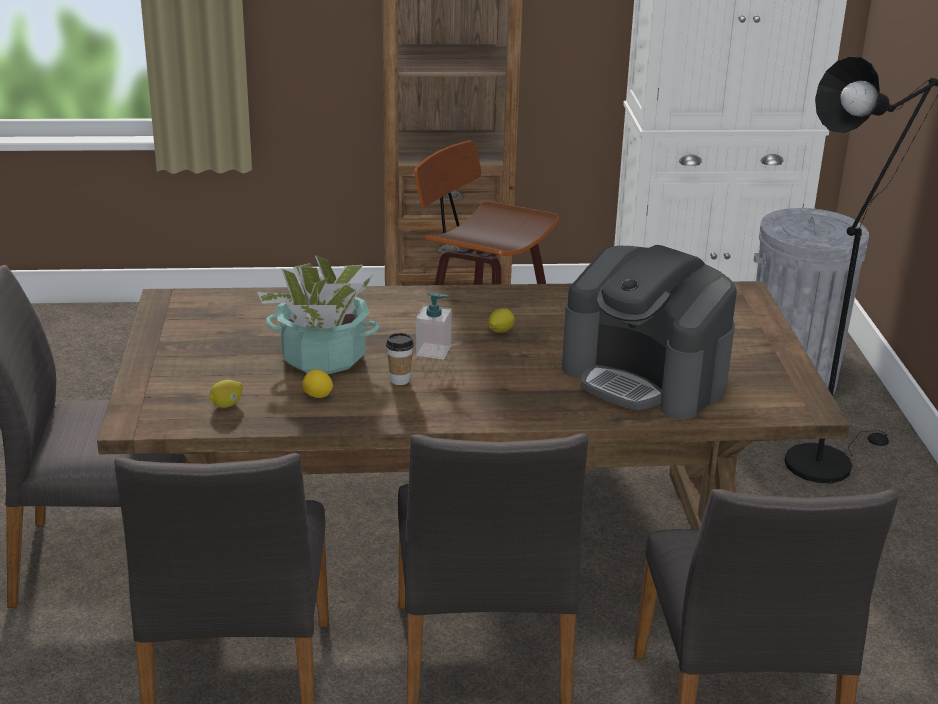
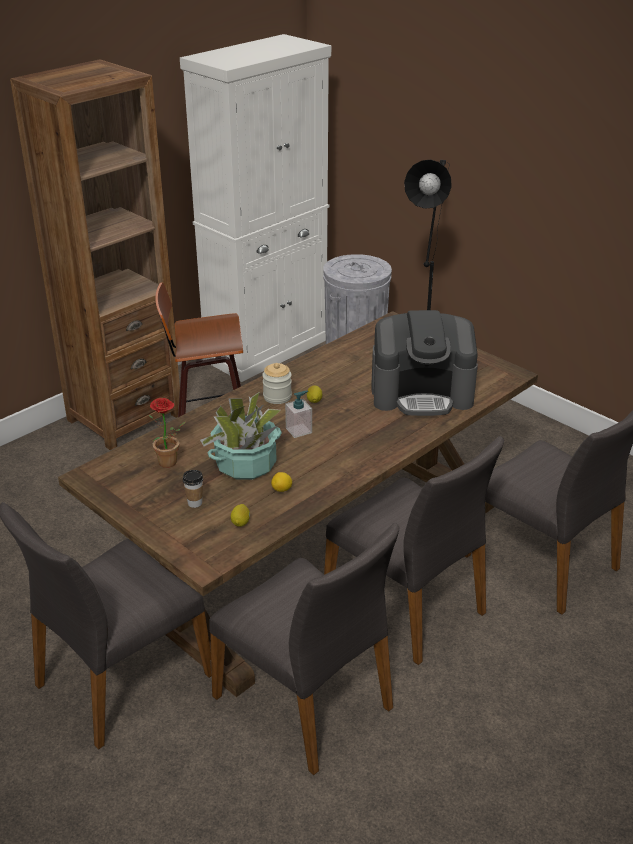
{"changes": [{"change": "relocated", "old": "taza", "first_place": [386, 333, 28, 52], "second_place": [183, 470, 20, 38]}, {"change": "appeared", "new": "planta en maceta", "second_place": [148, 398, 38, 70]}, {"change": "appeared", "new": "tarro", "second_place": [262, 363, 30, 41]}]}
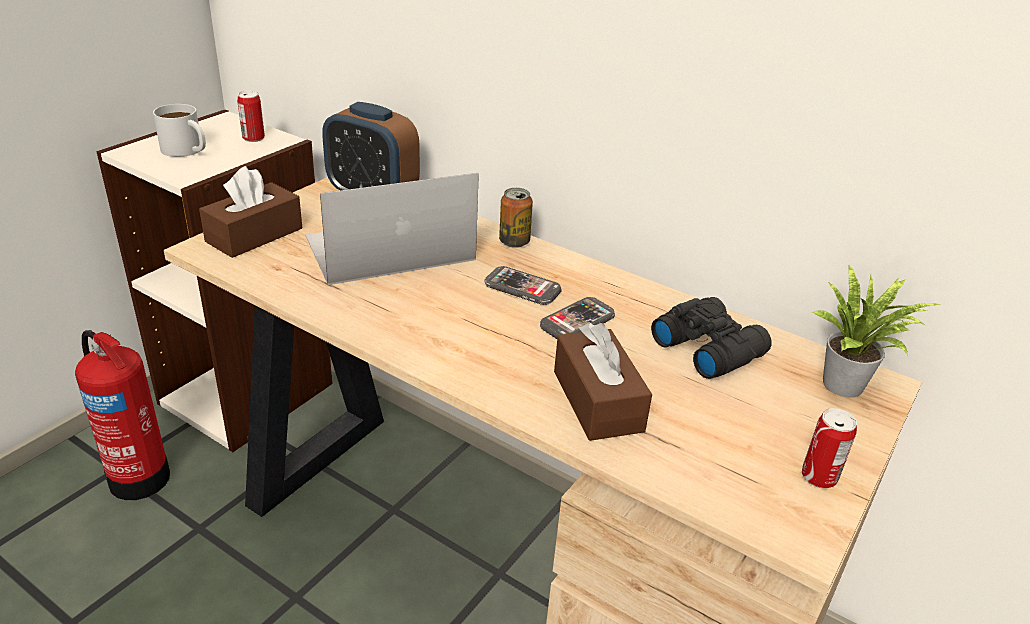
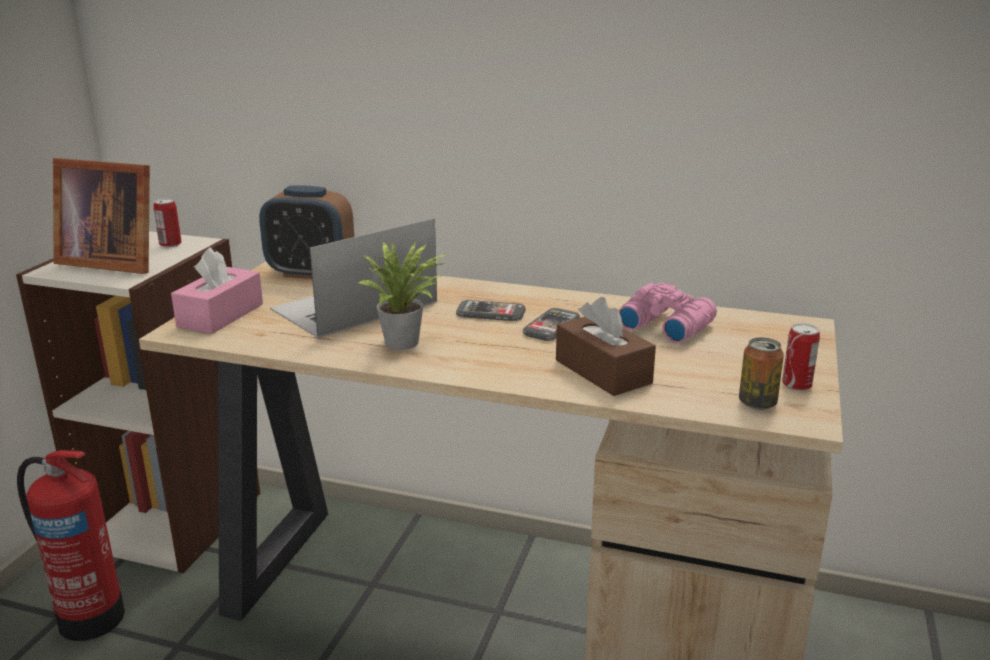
{"changes": [{"change": "exchanged", "old": "taza grande/blanco", "new": "portarretratos", "first_place": [153, 104, 53, 53], "second_place": [53, 158, 97, 116]}, {"change": "colour", "old": "caja de pañuelos/marrón", "new": "caja de pañuelos/rosa", "first_place": [199, 166, 103, 92], "second_place": [171, 247, 92, 87]}, {"change": "relocated", "old": "lata", "first_place": [499, 188, 34, 60], "second_place": [739, 338, 45, 72]}, {"change": "colour", "old": "prismáticos/negro", "new": "prismáticos/rosa", "first_place": [651, 297, 121, 82], "second_place": [619, 283, 98, 60]}, {"change": "relocated", "old": "planta en maceta", "first_place": [812, 265, 130, 133], "second_place": [358, 241, 91, 109]}]}
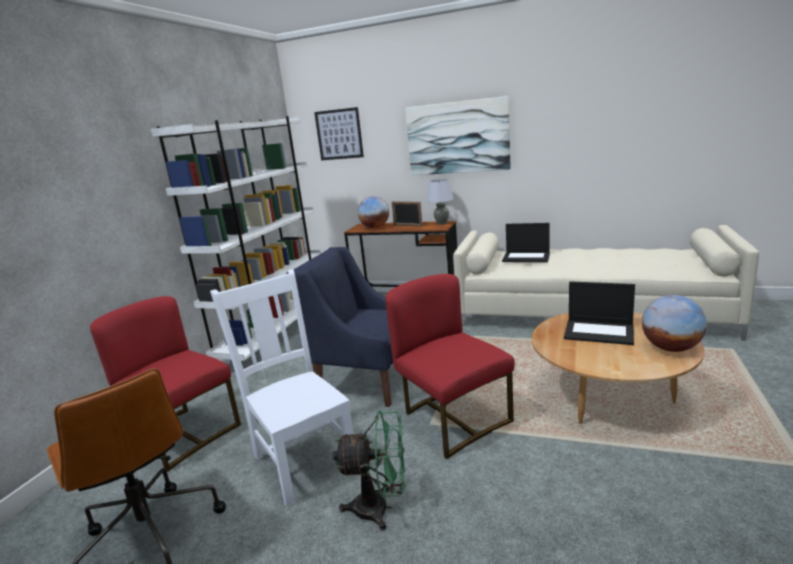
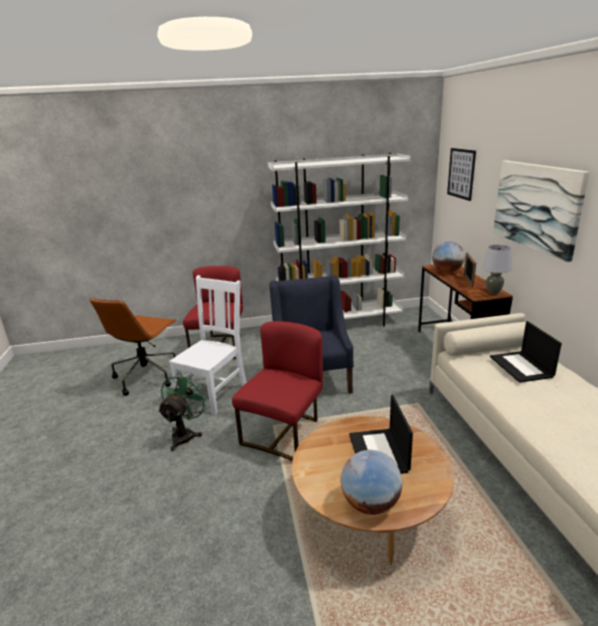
{"changes": [{"change": "spun", "old": "ventilador/verde", "first_place": [332, 410, 73, 121], "second_place": [158, 372, 51, 79], "degrees": -135}]}
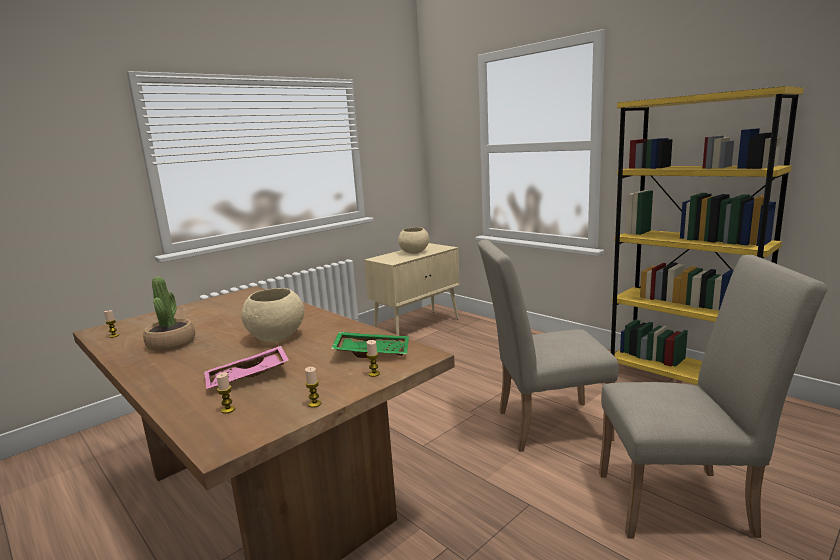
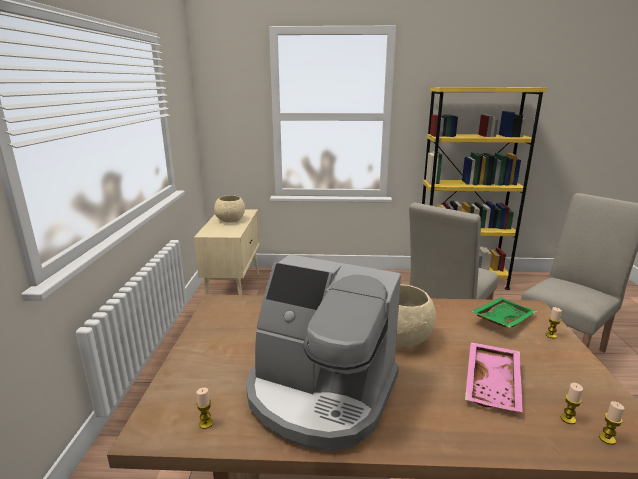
{"changes": [{"change": "exchanged", "old": "planta en maceta", "new": "cafetera", "first_place": [143, 276, 52, 76], "second_place": [246, 254, 155, 197]}, {"change": "relocated", "old": "vela", "first_place": [305, 367, 16, 41], "second_place": [599, 401, 26, 44]}]}
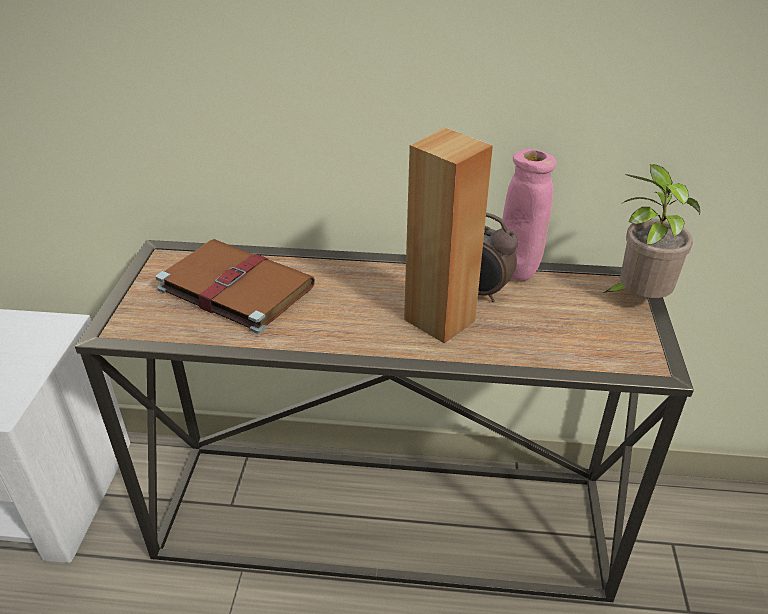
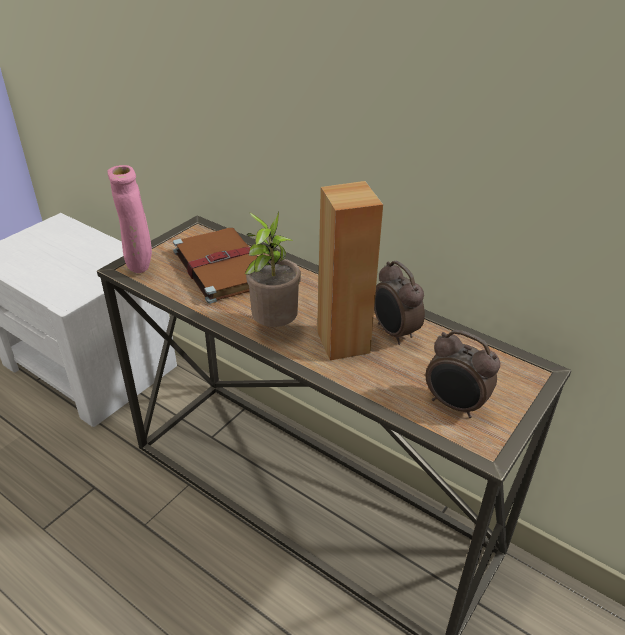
{"changes": [{"change": "relocated", "old": "florero/rosa", "first_place": [501, 149, 55, 132], "second_place": [107, 165, 45, 108]}, {"change": "relocated", "old": "planta en maceta", "first_place": [603, 164, 97, 134], "second_place": [244, 211, 57, 116]}, {"change": "appeared", "new": "despertador", "second_place": [426, 330, 74, 88]}]}
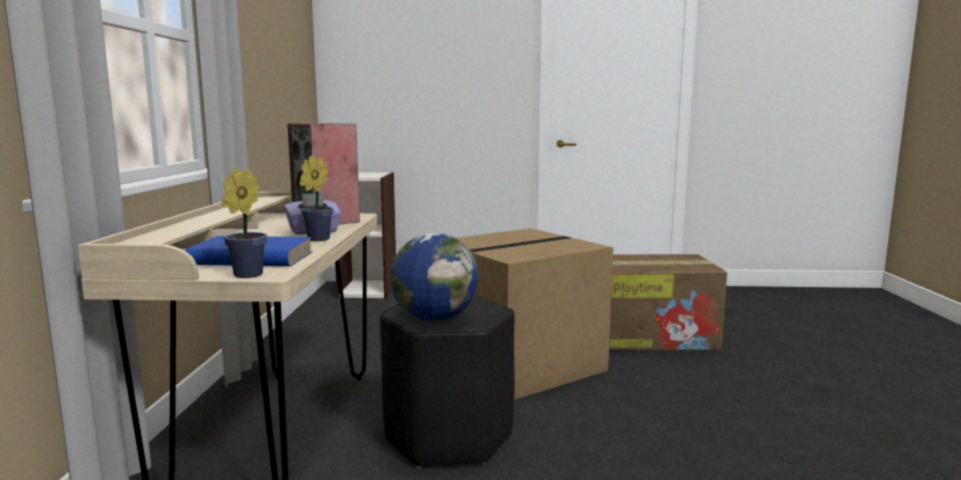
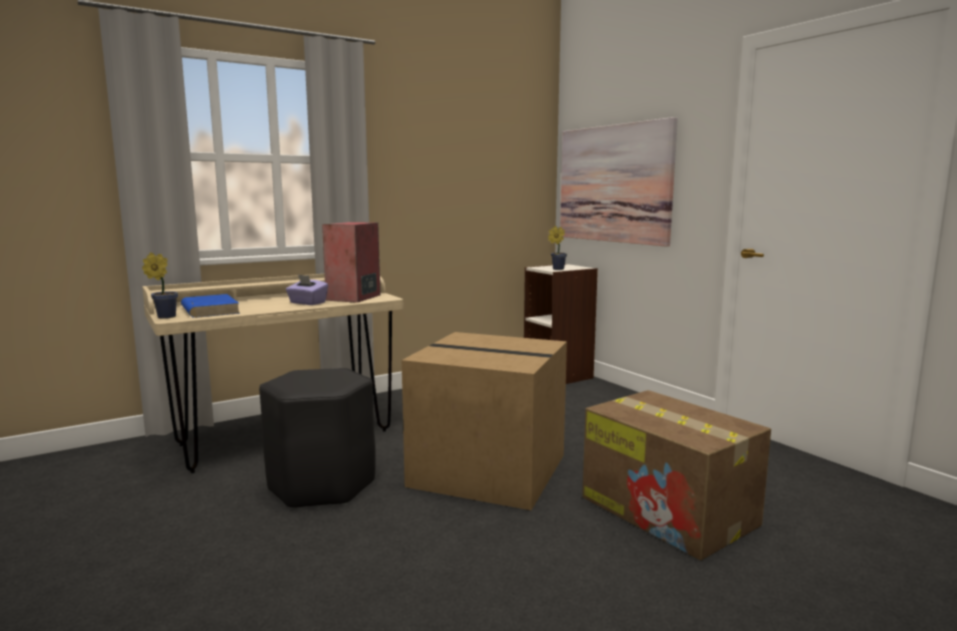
{"changes": [{"change": "relocated", "old": "planta en maceta", "first_place": [300, 156, 33, 85], "second_place": [548, 226, 19, 44]}, {"change": "missing", "old": "globo terráqueo", "first_place": [391, 233, 88, 88]}, {"change": "appeared", "new": "cuadro", "second_place": [560, 117, 118, 130]}]}
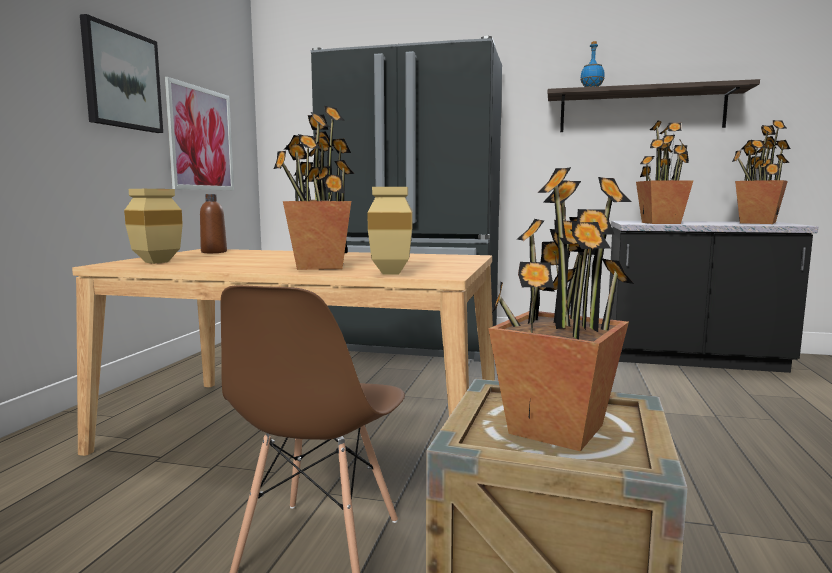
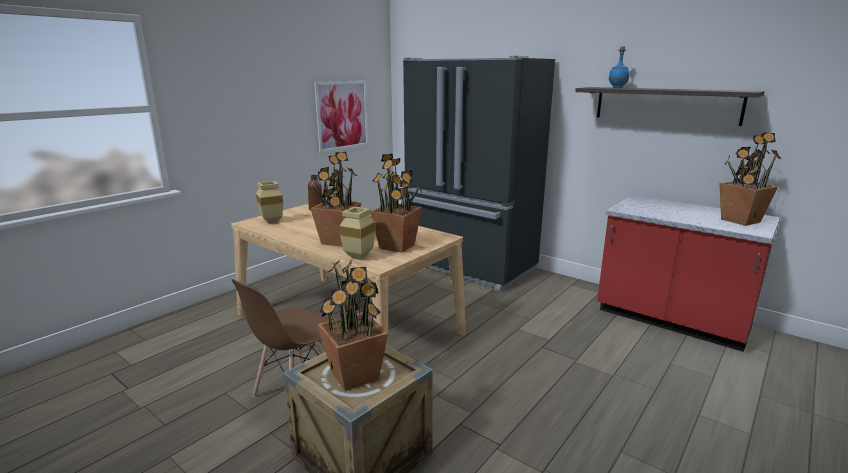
{"changes": [{"change": "missing", "old": "cuadro", "first_place": [80, 14, 83, 119]}, {"change": "colour", "old": "mueble bajo de cocina/negro", "new": "mueble bajo de cocina/rojo", "first_place": [609, 221, 209, 152], "second_place": [597, 195, 183, 157]}, {"change": "relocated", "old": "planta en maceta", "first_place": [636, 121, 58, 103], "second_place": [371, 154, 51, 99]}]}
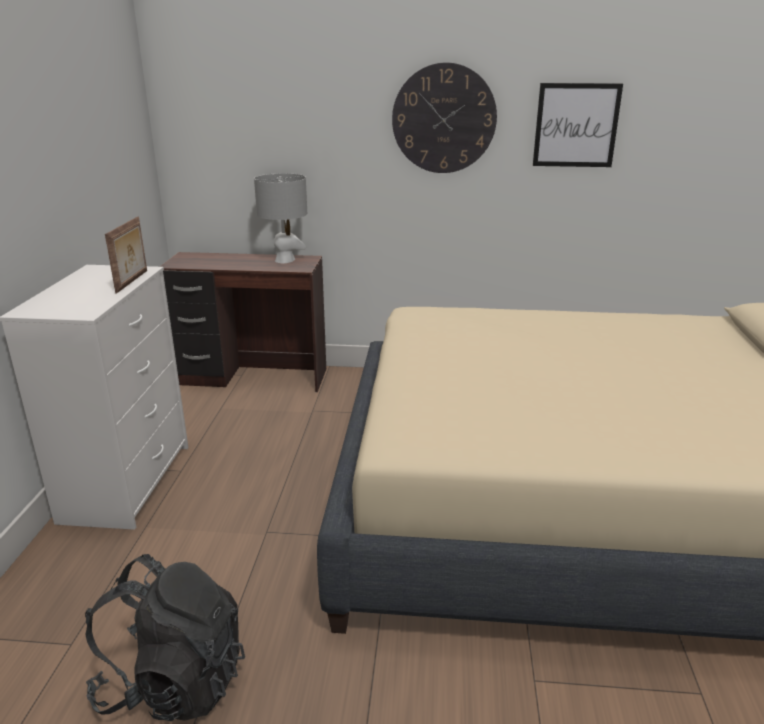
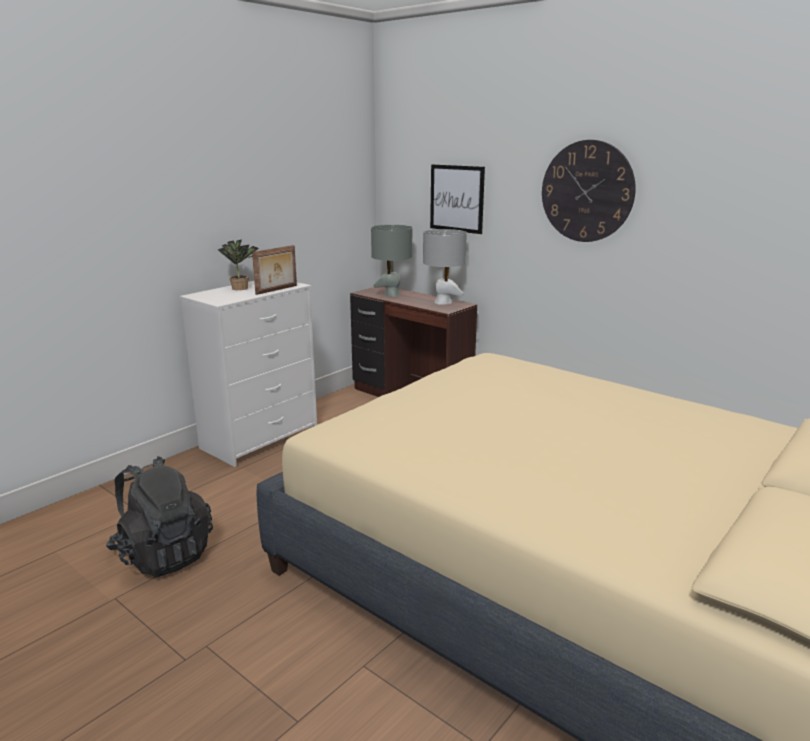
{"changes": [{"change": "relocated", "old": "cuadro", "first_place": [533, 83, 90, 84], "second_place": [430, 164, 55, 70]}, {"change": "appeared", "new": "planta en maceta", "second_place": [218, 239, 41, 51]}, {"change": "appeared", "new": "lámpara de mesa/gris", "second_place": [371, 225, 41, 72]}]}
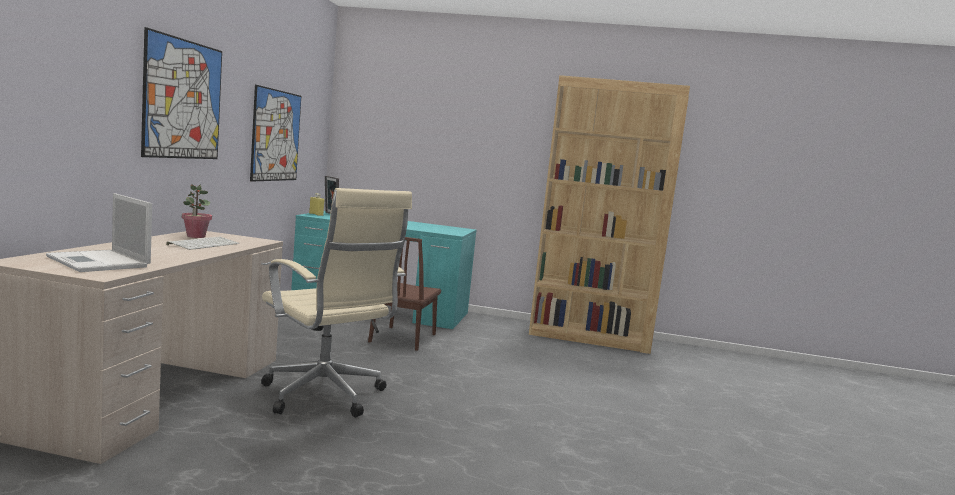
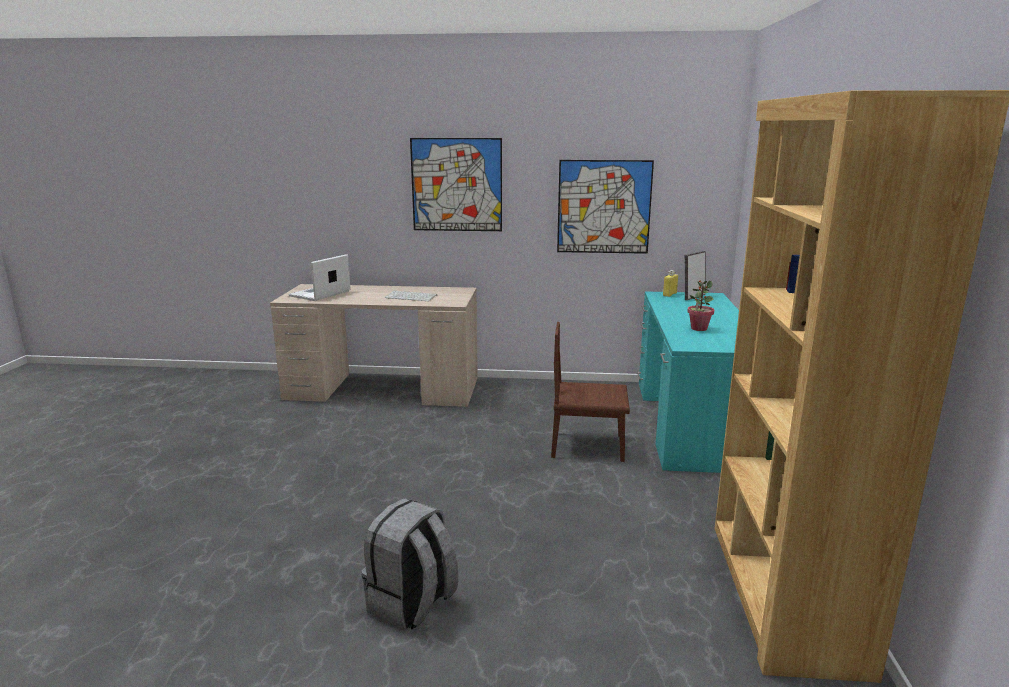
{"changes": [{"change": "relocated", "old": "planta en maceta", "first_place": [182, 184, 30, 54], "second_place": [687, 280, 27, 51]}, {"change": "missing", "old": "silla de oficina/beis", "first_place": [261, 188, 151, 229]}, {"change": "appeared", "new": "mochila/gris", "second_place": [361, 498, 98, 133]}]}
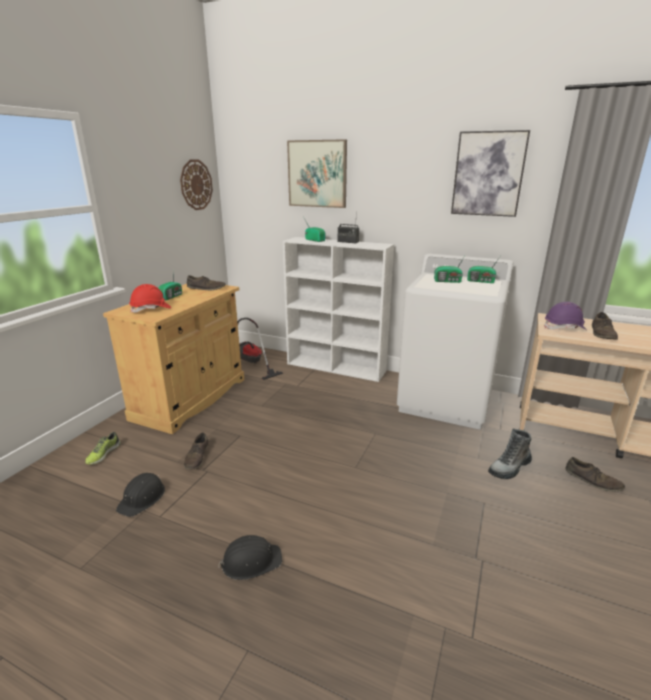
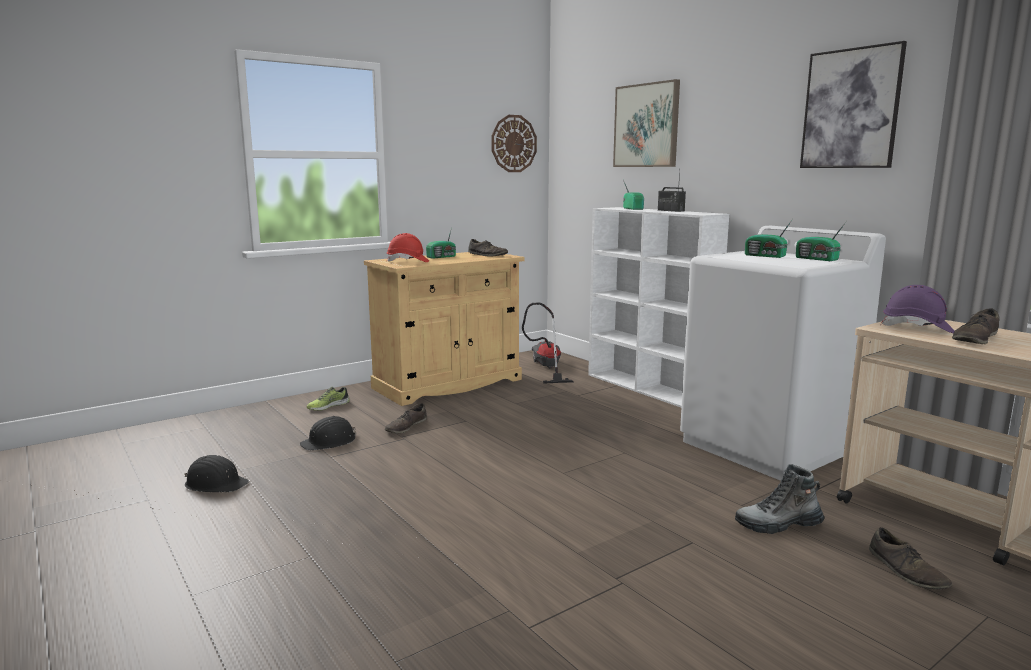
{"changes": [{"change": "relocated", "old": "casco/negro", "first_place": [217, 535, 65, 45], "second_place": [185, 455, 64, 37]}]}
